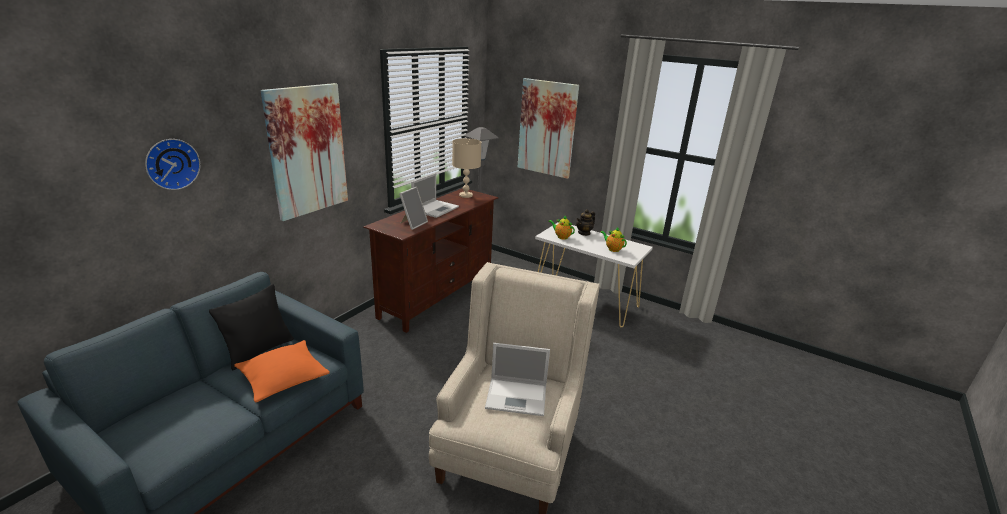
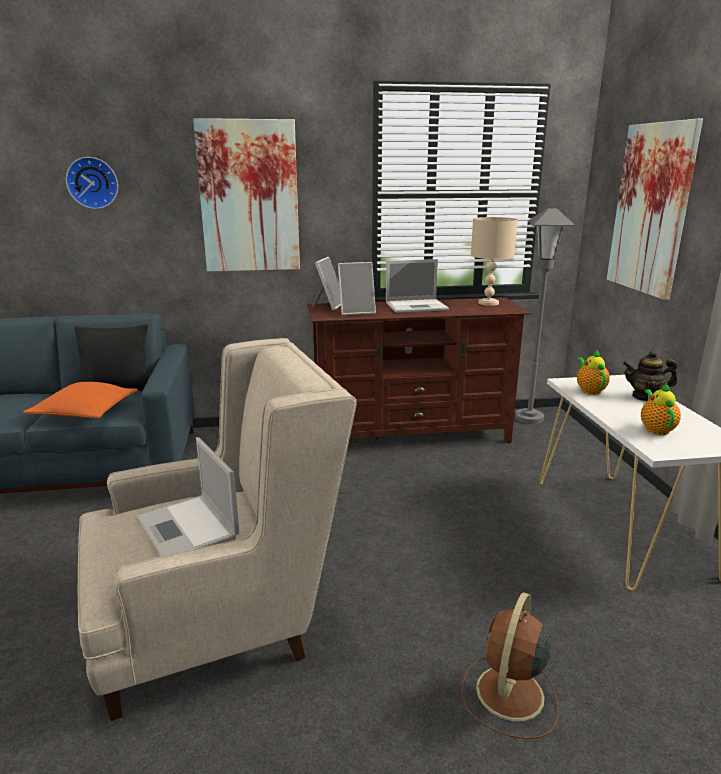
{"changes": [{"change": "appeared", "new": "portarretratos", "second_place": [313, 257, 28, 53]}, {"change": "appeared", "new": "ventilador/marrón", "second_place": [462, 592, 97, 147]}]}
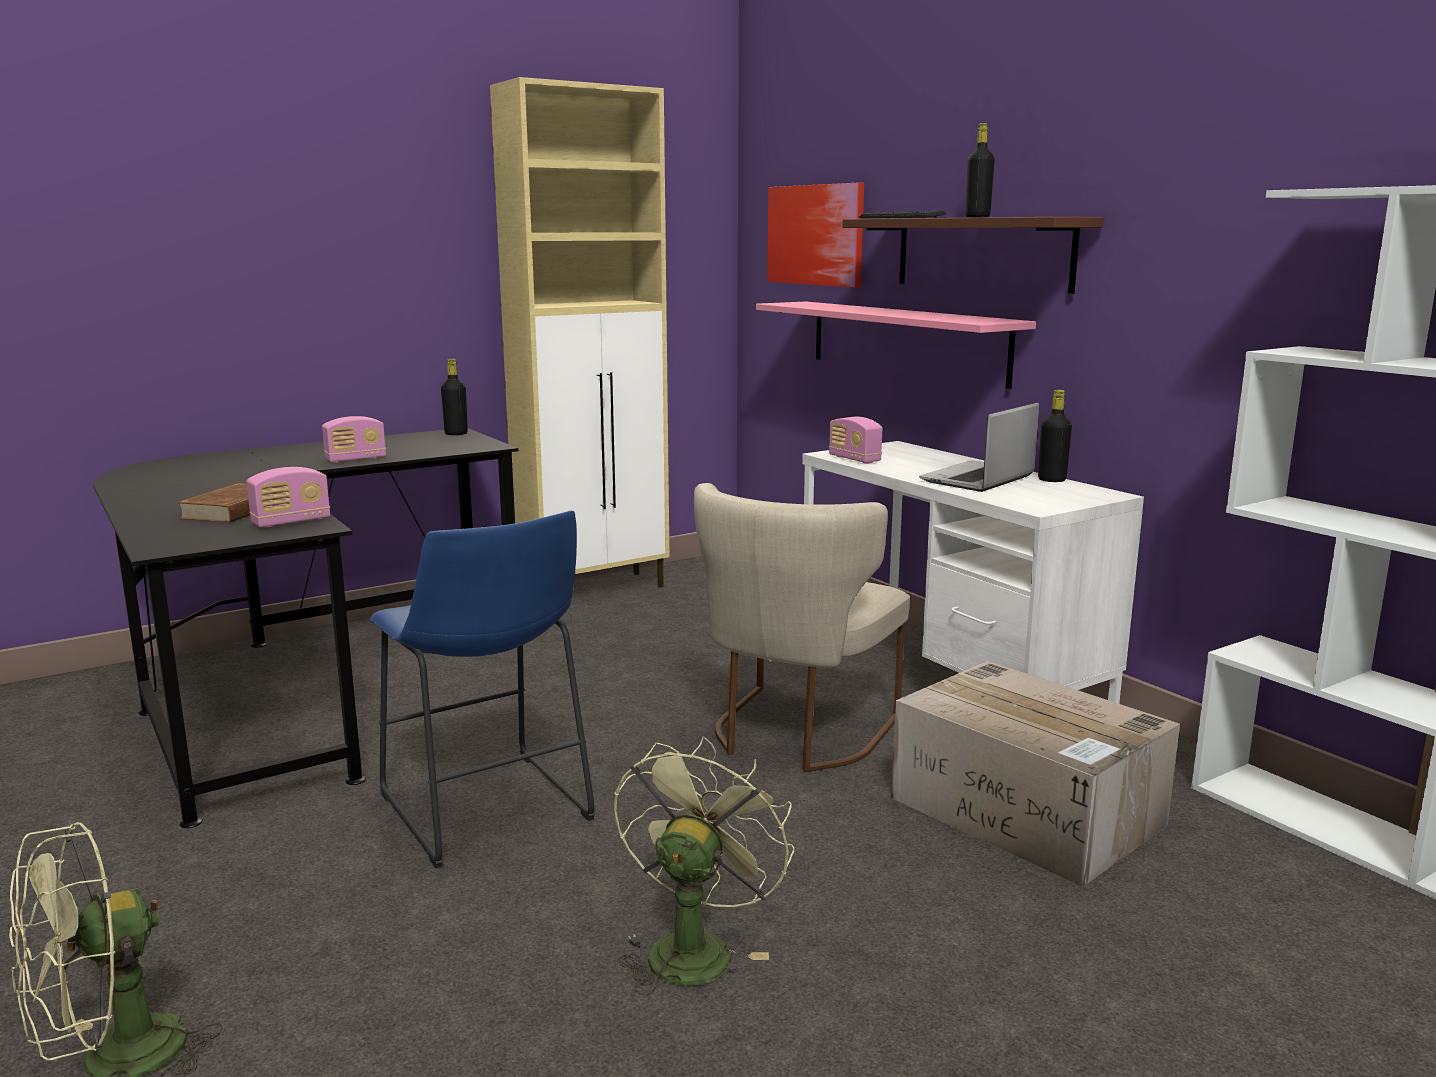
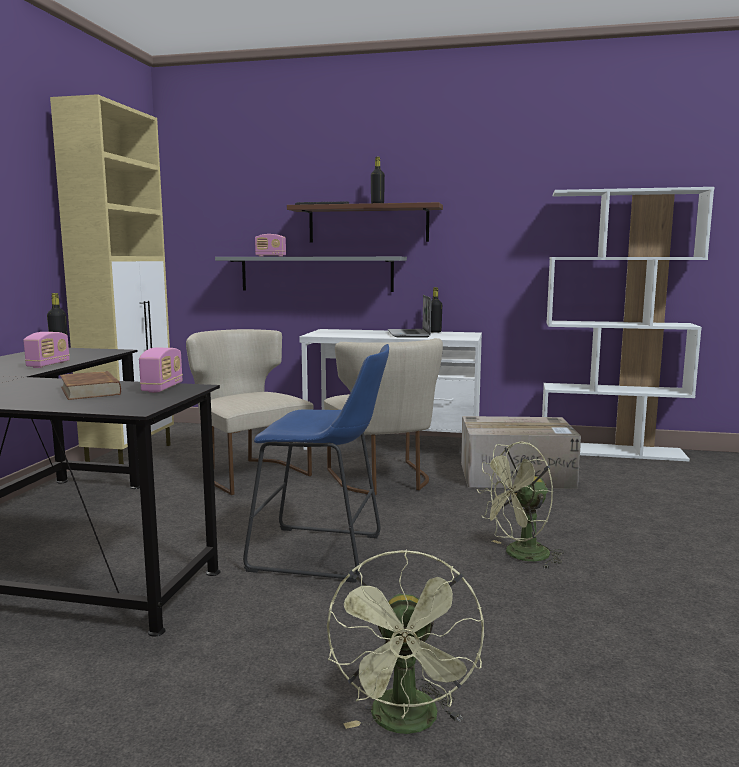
{"changes": [{"change": "spun", "old": "ventilador/verde", "first_place": [614, 736, 180, 260], "second_place": [477, 442, 87, 127], "degrees": -90}, {"change": "colour", "old": "estante/rosa", "new": "estante/gris", "first_place": [756, 302, 280, 87], "second_place": [215, 257, 192, 35]}, {"change": "missing", "old": "cuadro", "first_place": [767, 183, 97, 105]}, {"change": "relocated", "old": "radio", "first_place": [829, 417, 53, 47], "second_place": [255, 234, 31, 22]}, {"change": "appeared", "new": "silla/beis", "second_place": [186, 329, 127, 166]}]}
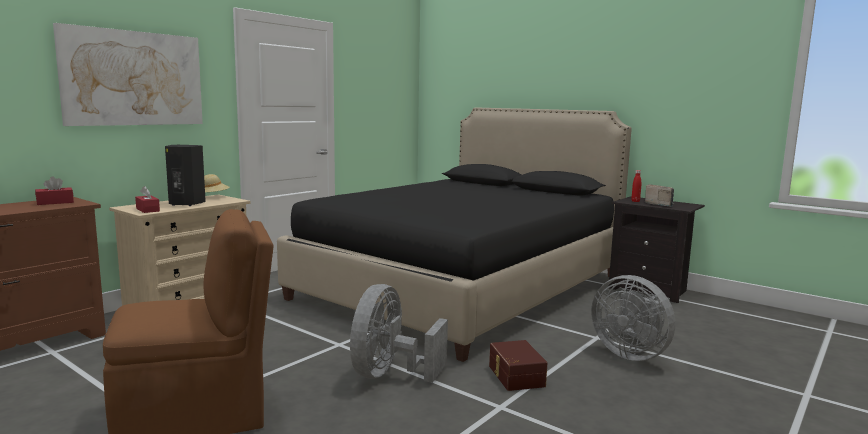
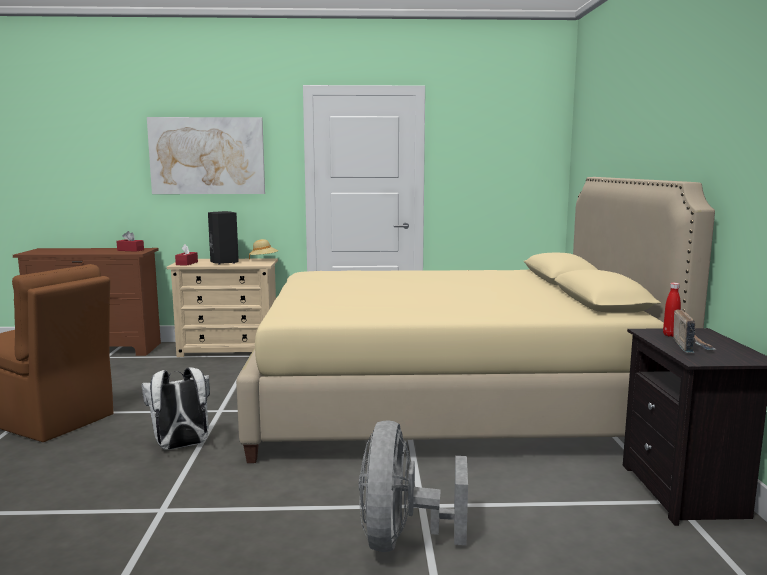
{"changes": [{"change": "colour", "old": "cama/negro", "new": "cama/beis", "first_place": [277, 107, 355, 255], "second_place": [236, 177, 479, 286]}, {"change": "exchanged", "old": "ventilador/gris", "new": "mochila/blanco", "first_place": [350, 284, 98, 99], "second_place": [141, 367, 69, 83]}, {"change": "missing", "old": "caja de almacenaje/marrón", "first_place": [489, 340, 58, 51]}]}
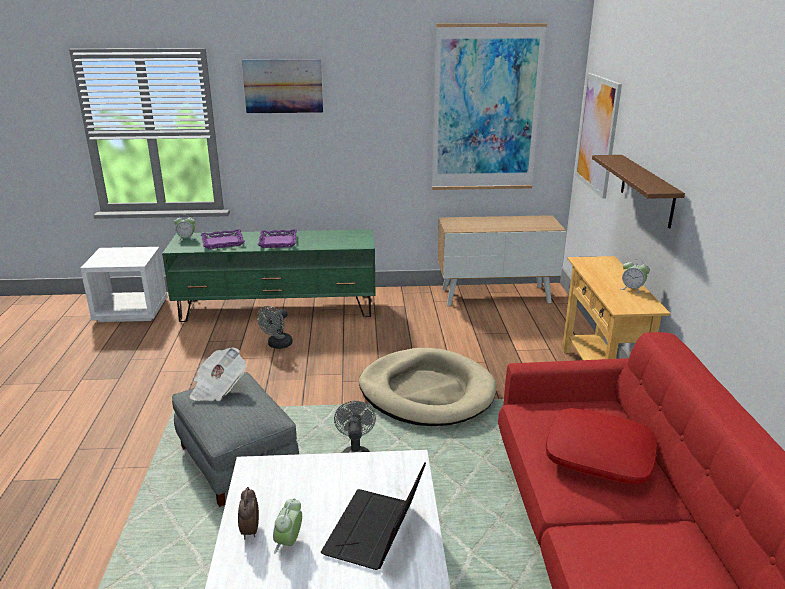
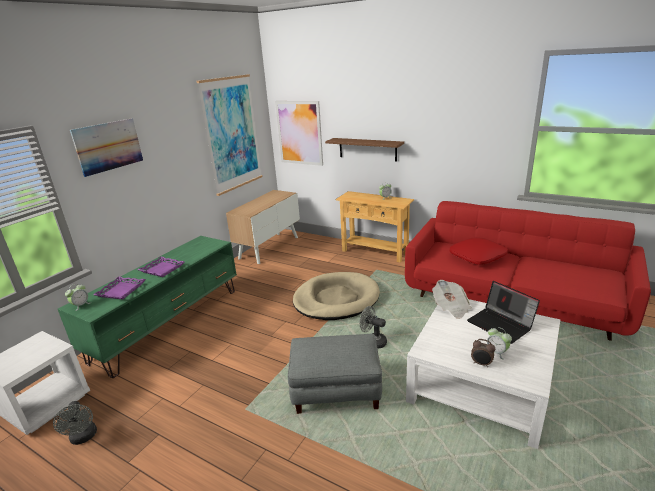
{"changes": [{"change": "relocated", "old": "periódico", "first_place": [190, 347, 56, 54], "second_place": [432, 280, 40, 39]}, {"change": "relocated", "old": "ventilador/gris", "first_place": [257, 306, 36, 43], "second_place": [53, 401, 44, 44]}]}
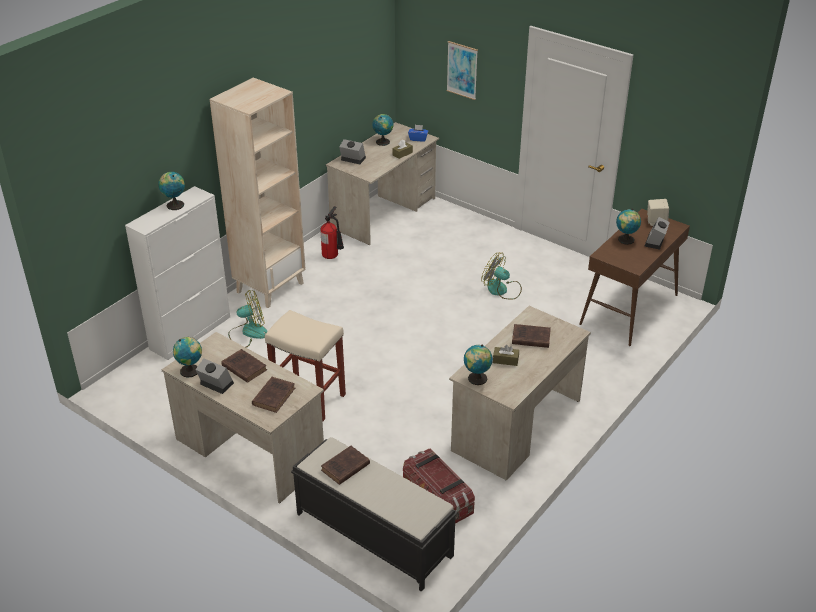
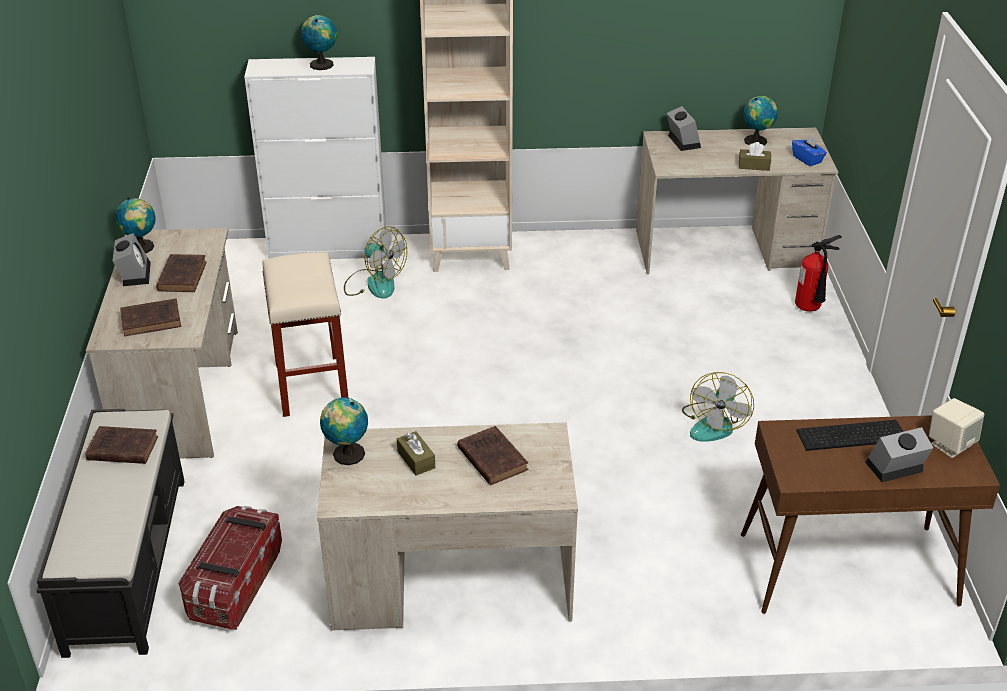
{"changes": [{"change": "relocated", "old": "extintor", "first_place": [320, 206, 24, 53], "second_place": [795, 235, 47, 77]}, {"change": "missing", "old": "cuadro", "first_place": [447, 41, 31, 59]}, {"change": "spun", "old": "ventilador", "first_place": [481, 253, 41, 47], "second_place": [682, 372, 72, 70], "degrees": -150}, {"change": "exchanged", "old": "globo terráqueo", "new": "teclado", "first_place": [616, 209, 25, 36], "second_place": [796, 420, 108, 31]}]}
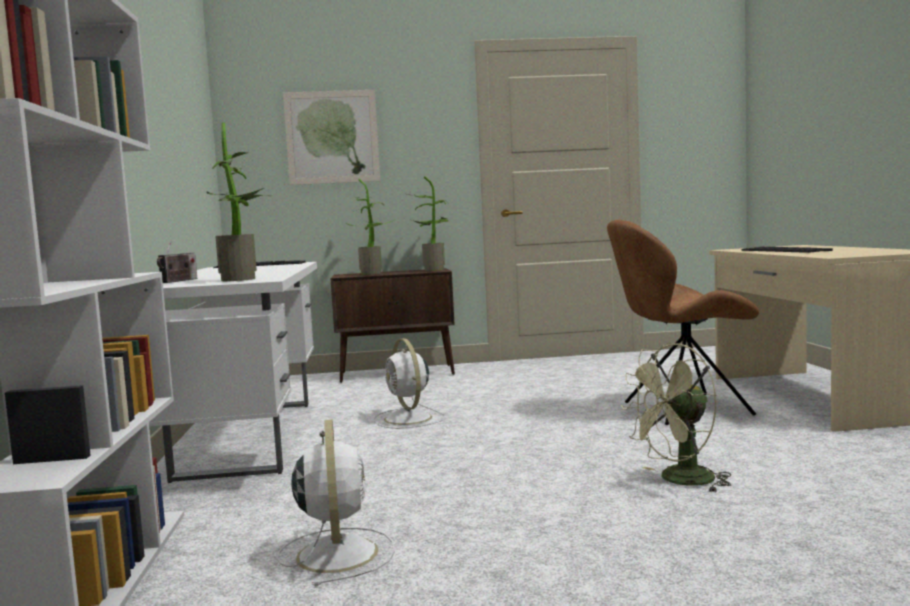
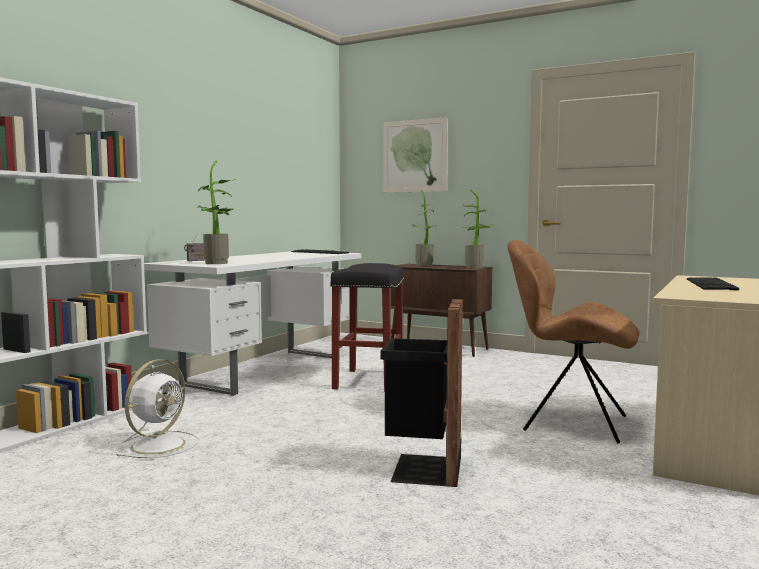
{"changes": [{"change": "exchanged", "old": "ventilador/blanco", "new": "taburete/negro", "first_place": [374, 338, 72, 91], "second_place": [330, 263, 74, 129]}, {"change": "exchanged", "old": "ventilador/verde", "new": "papelera/negro", "first_place": [621, 343, 110, 150], "second_place": [381, 299, 82, 188]}]}
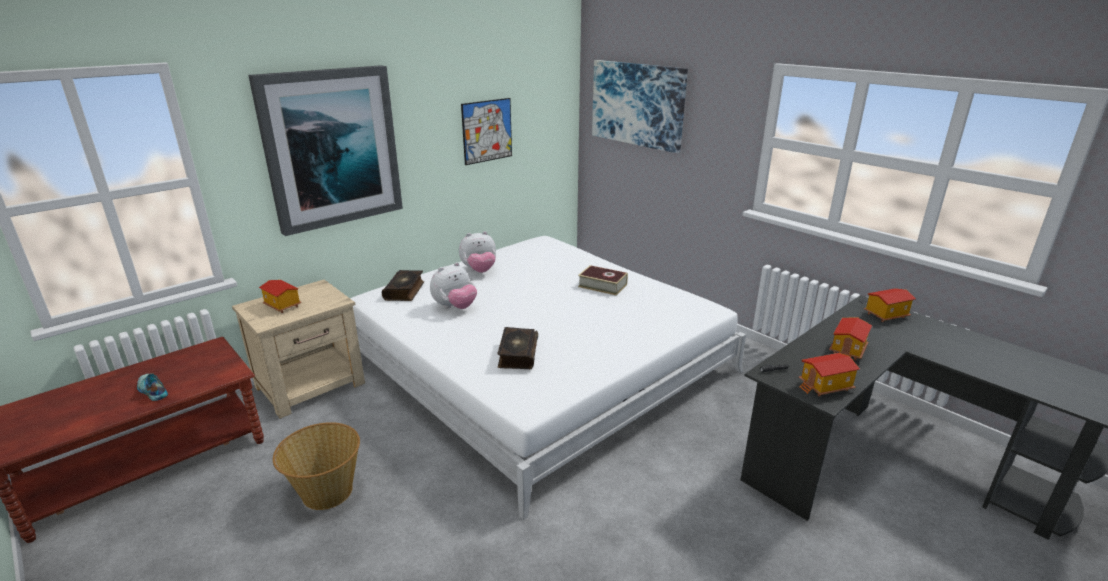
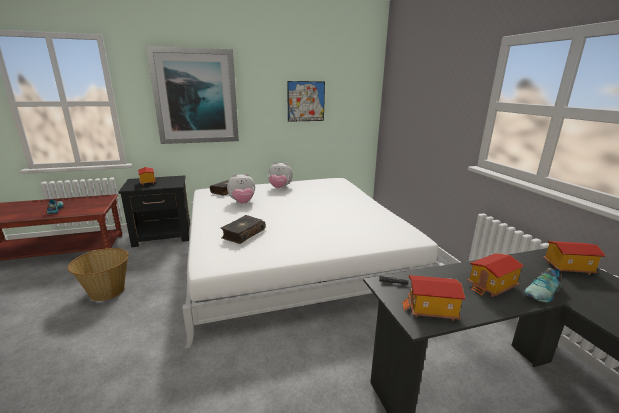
{"changes": [{"change": "colour", "old": "mesita de noche/beis", "new": "mesita de noche/negro", "first_place": [232, 280, 133, 139], "second_place": [118, 175, 72, 72]}, {"change": "missing", "old": "libro", "first_place": [578, 265, 50, 31]}, {"change": "missing", "old": "cuadro", "first_place": [592, 60, 96, 93]}, {"change": "appeared", "new": "zapato", "second_place": [524, 268, 38, 35]}]}
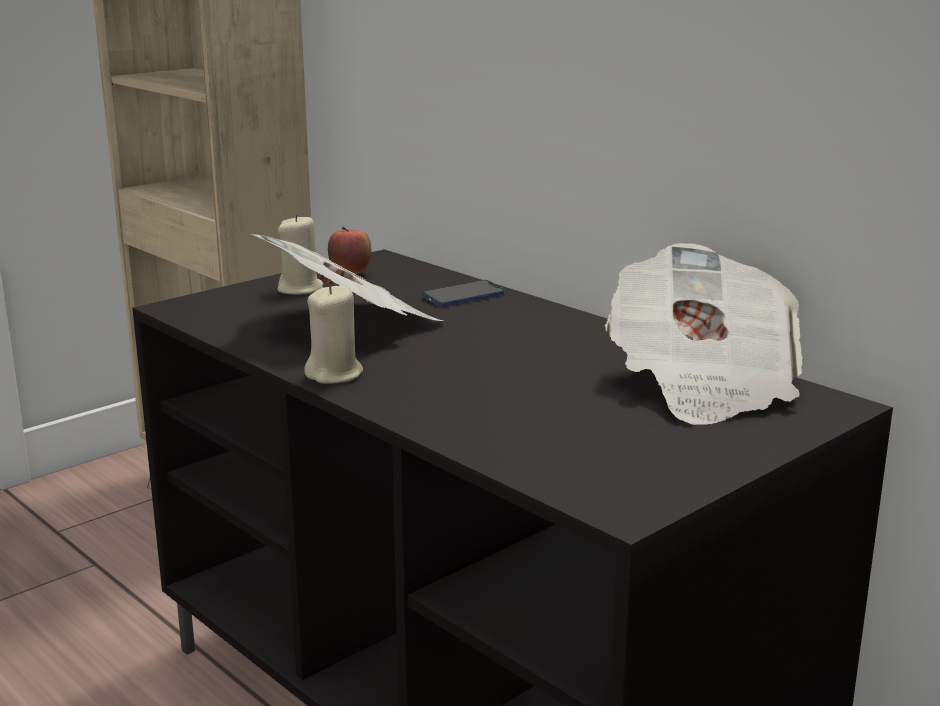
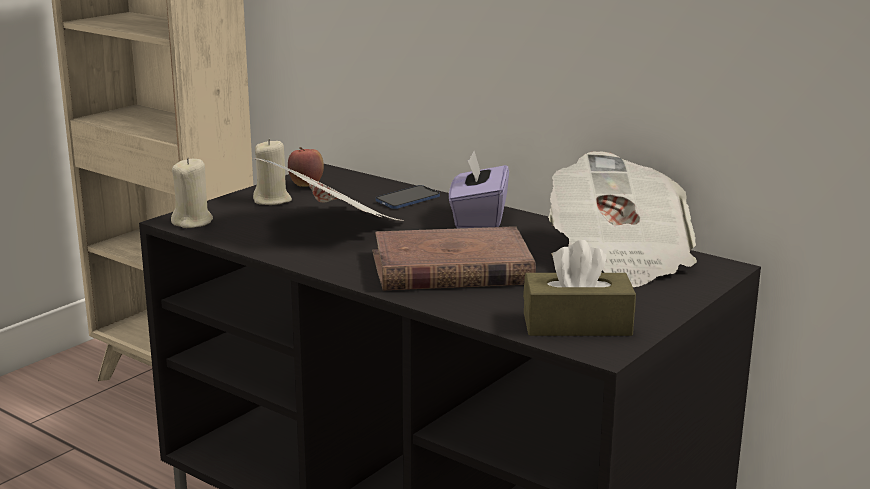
{"changes": [{"change": "relocated", "old": "vela/beis", "first_place": [304, 284, 59, 100], "second_place": [171, 157, 42, 71]}, {"change": "appeared", "new": "libro/marrón", "second_place": [372, 226, 164, 64]}, {"change": "appeared", "new": "caja de pañuelos/morado", "second_place": [449, 151, 60, 77]}, {"change": "appeared", "new": "caja de pañuelos/marrón", "second_place": [523, 240, 113, 96]}]}
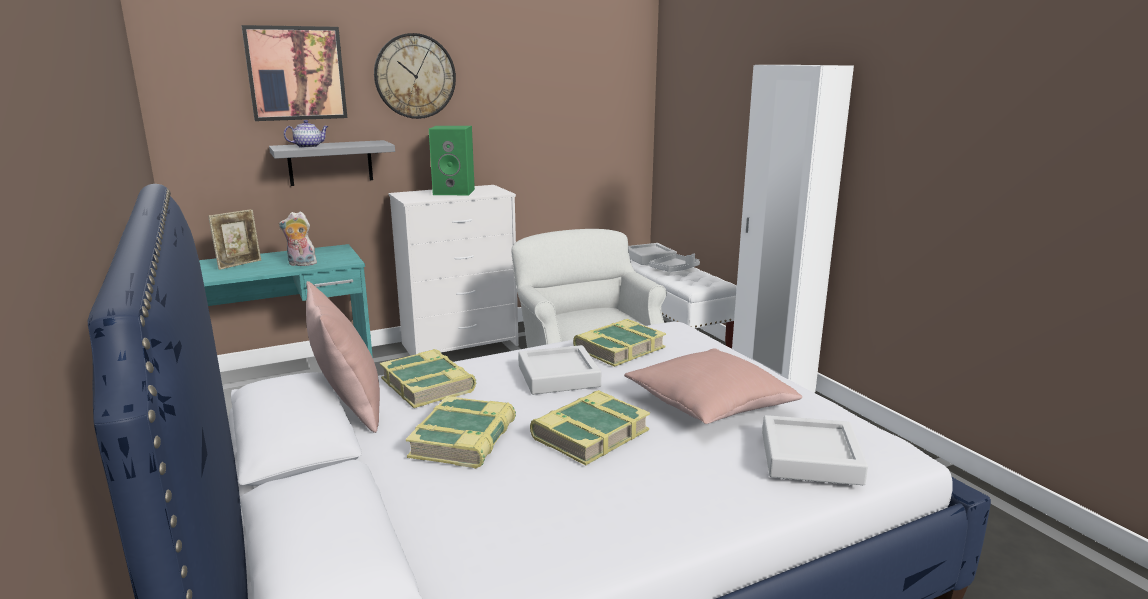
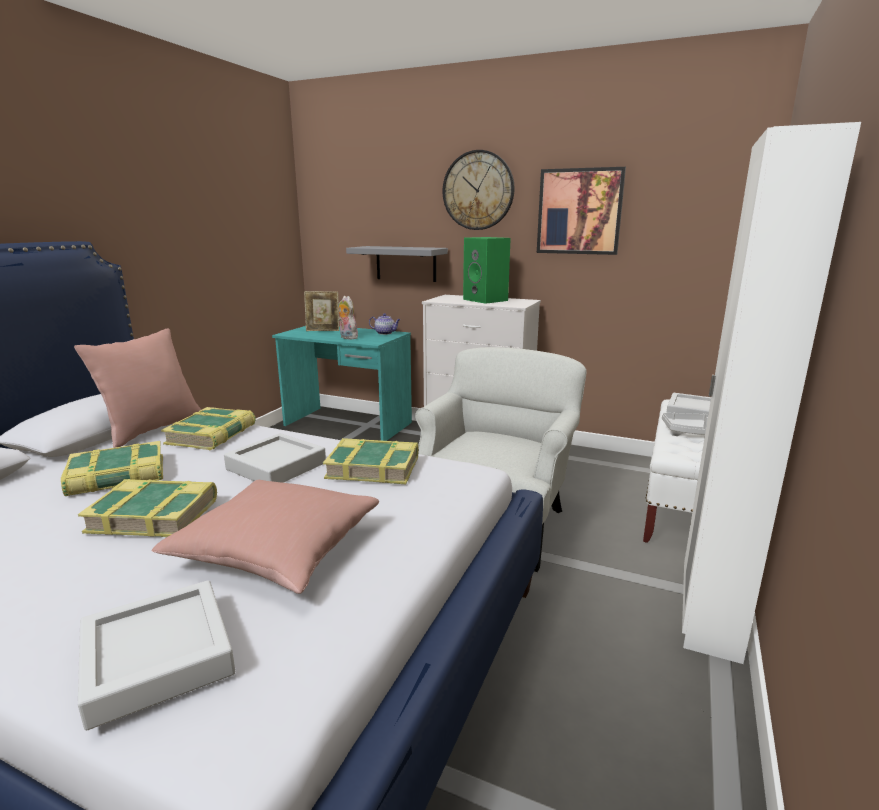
{"changes": [{"change": "relocated", "old": "cuadro", "first_place": [241, 25, 106, 96], "second_place": [537, 167, 89, 88]}, {"change": "relocated", "old": "tetera", "first_place": [284, 120, 45, 28], "second_place": [369, 313, 32, 22]}]}
